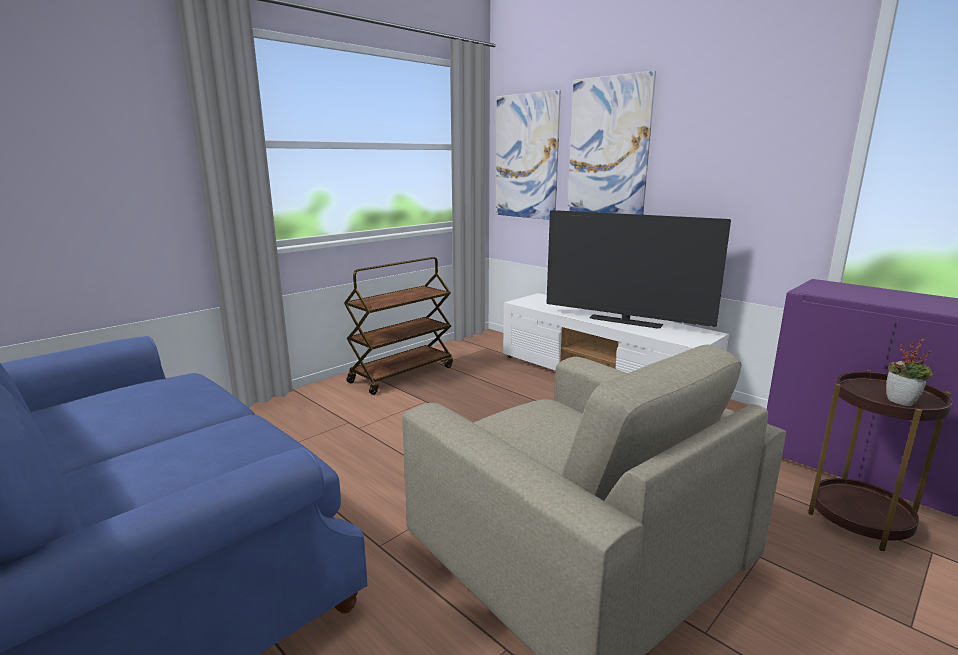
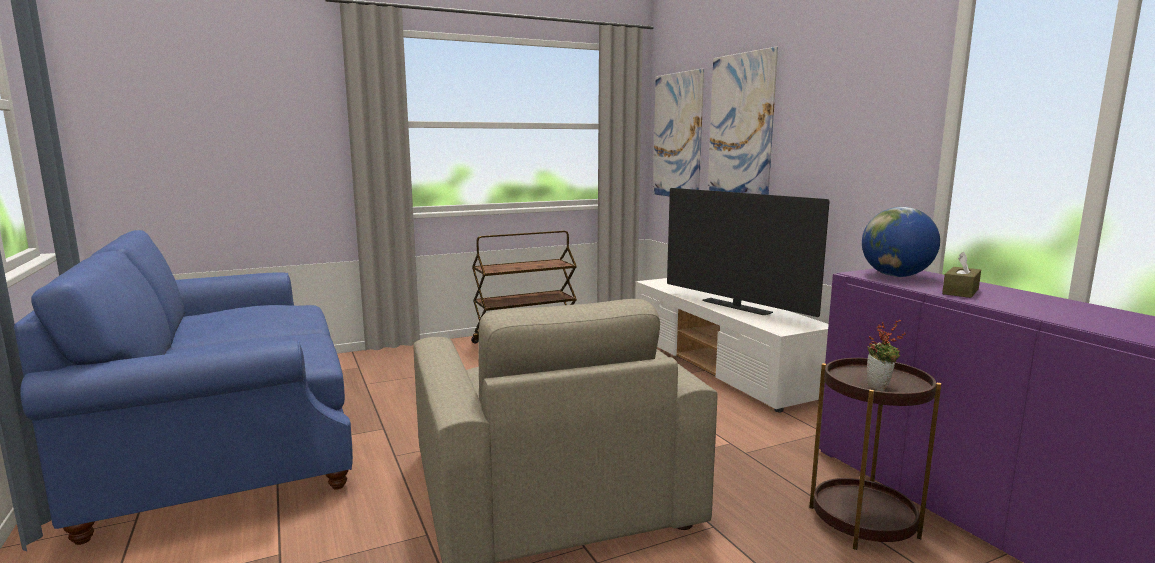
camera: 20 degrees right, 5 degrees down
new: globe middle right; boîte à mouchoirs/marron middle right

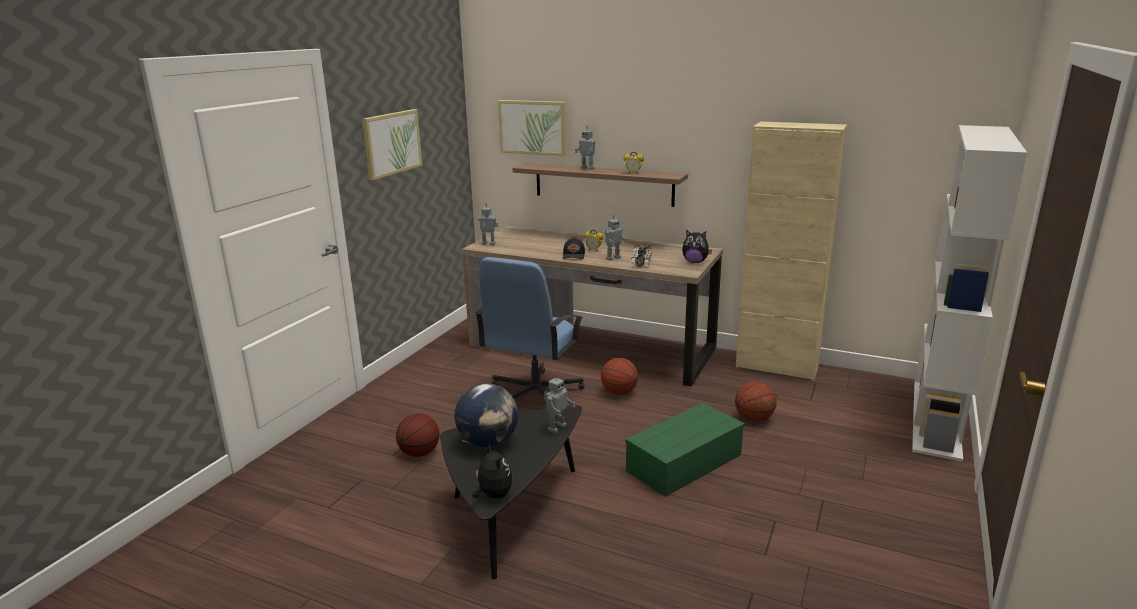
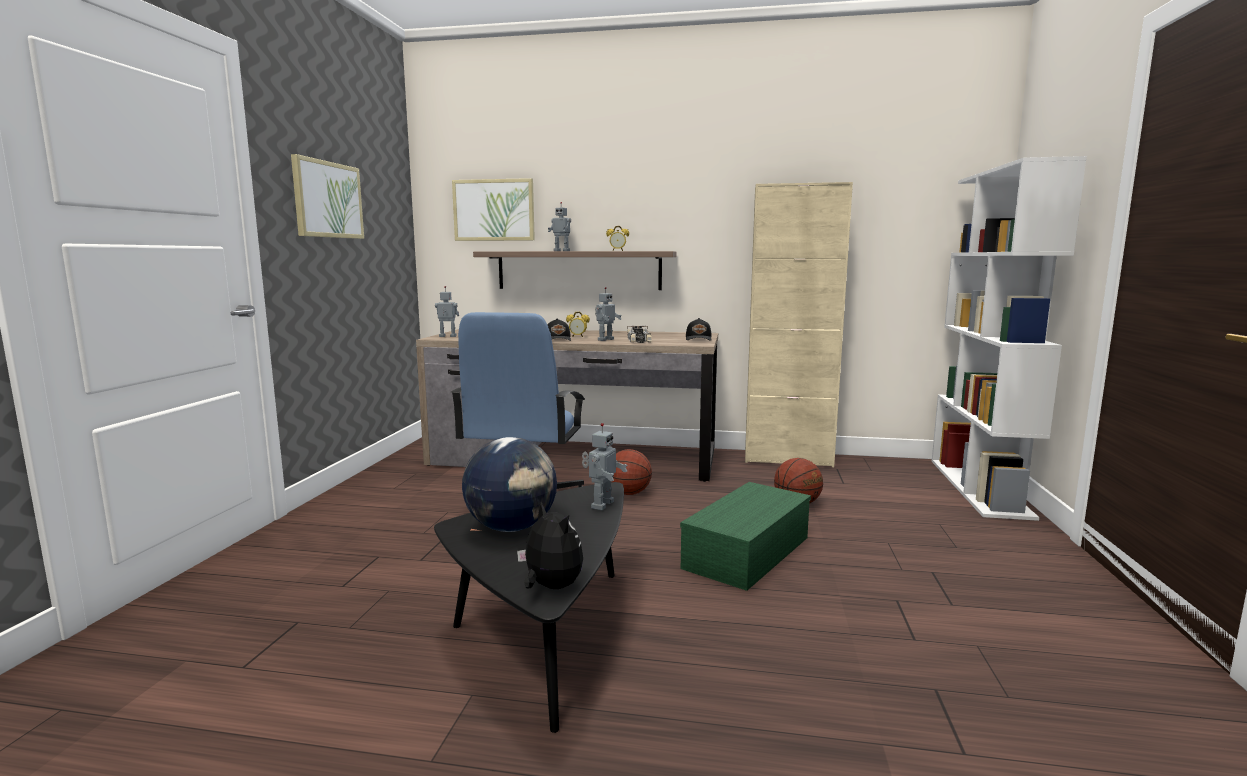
camera: 15 degrees left, 10 degrees down
gone: ballon de basket (no. 1 from left) bottom centre
swapped: peluche (no. 2 from left) centre to casquette/noir (no. 2 from left) centre

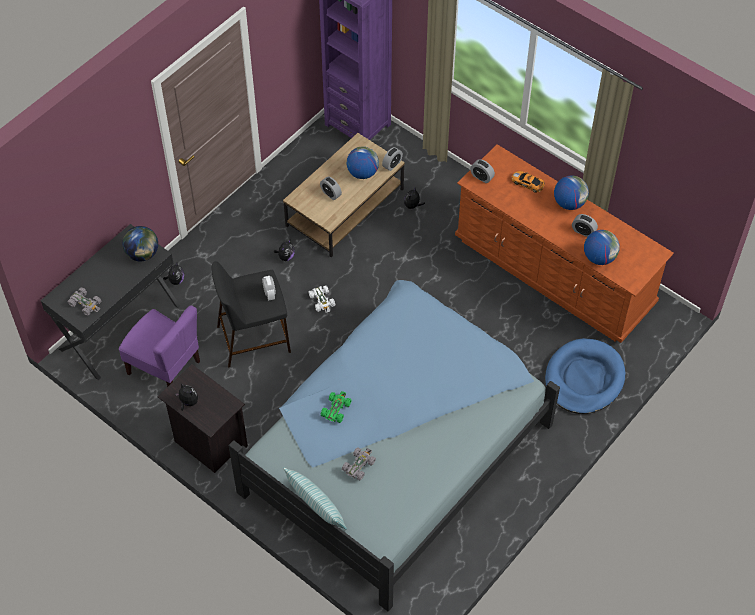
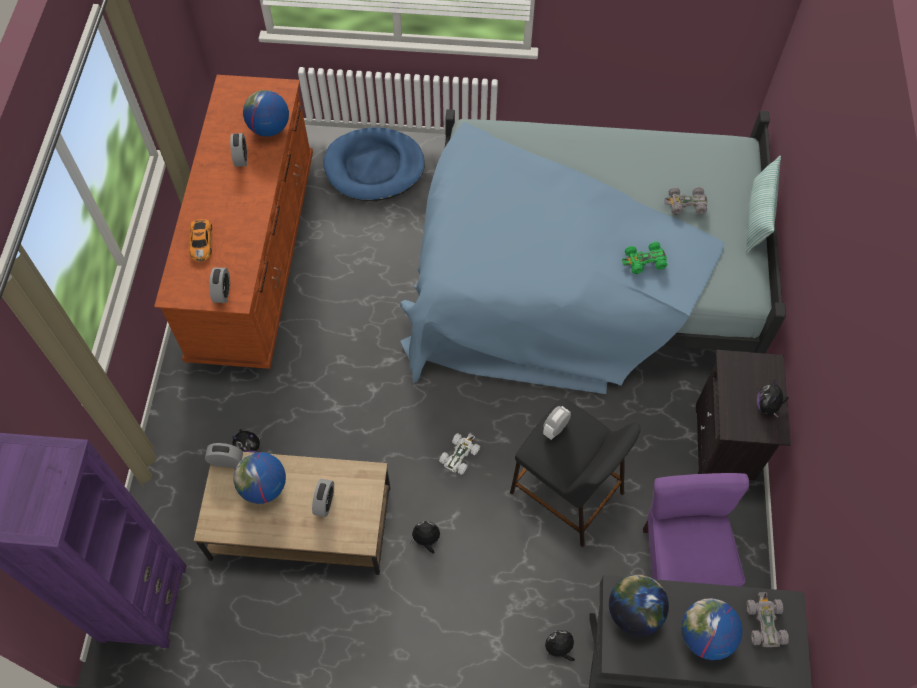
camera: 125 degrees left, 5 degrees up
shifted: globe (no. 3 from left in the first image) top right to globe (no. 4 from left) bottom right

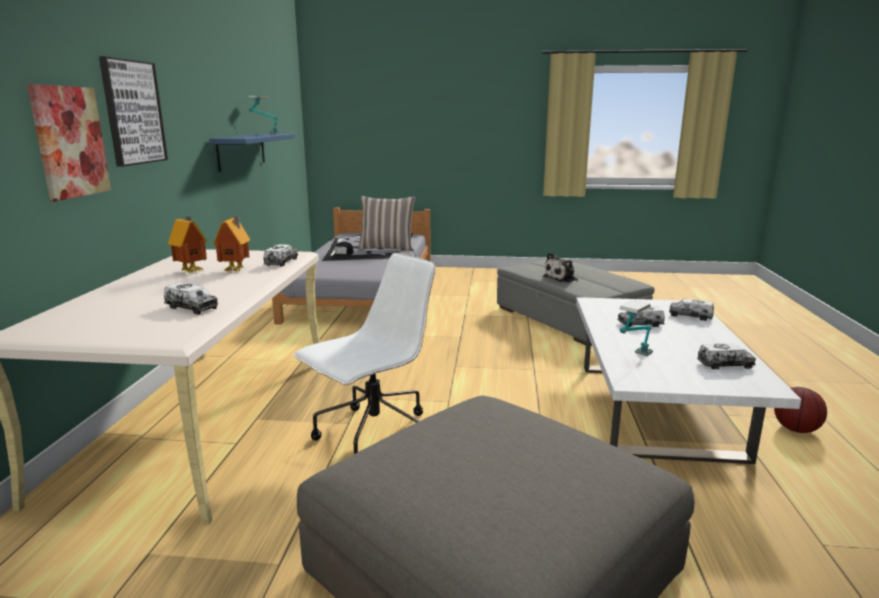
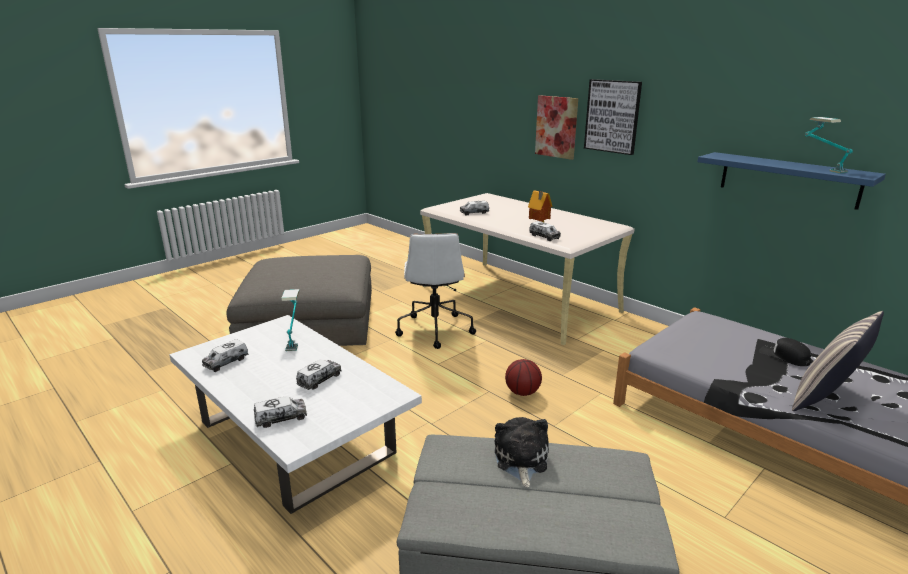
camera: 130 degrees right, 5 degrees up
gone: maison miniature (no. 1 from left) middle left
shifted: ballon de basket bottom right to centre

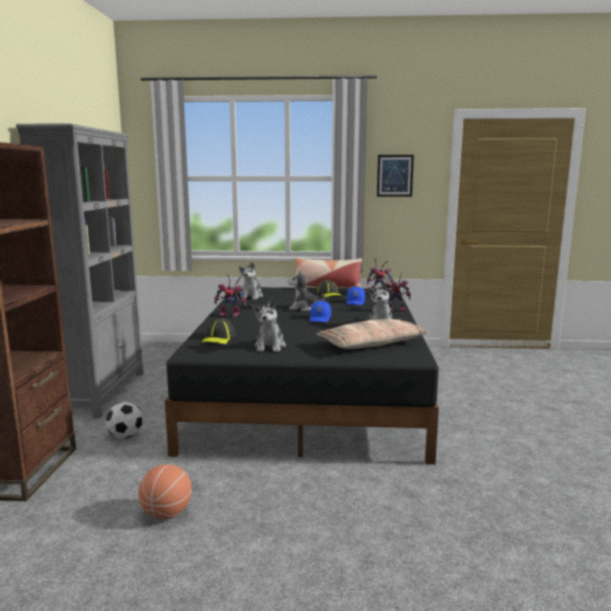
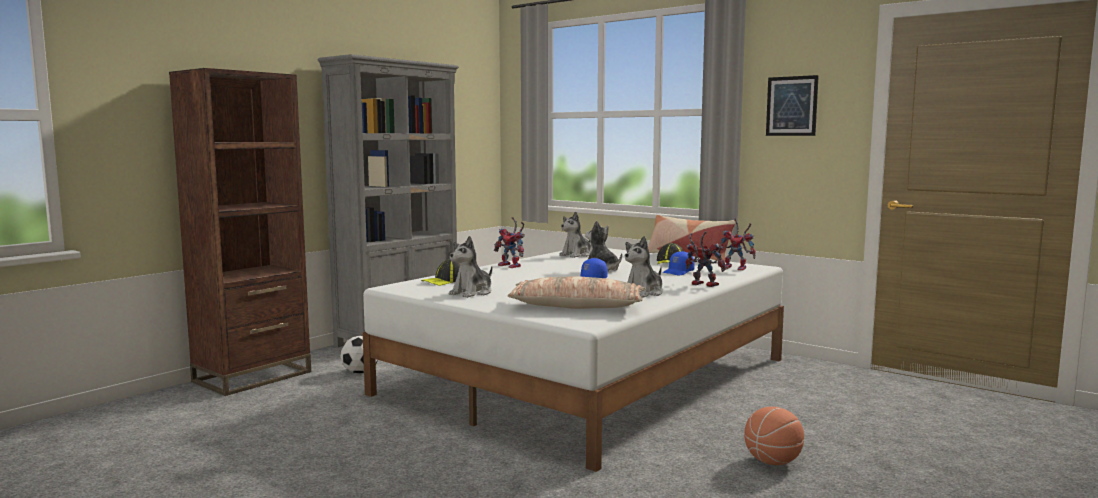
camera: 35 degrees right, 5 degrees down
shifted: ballon de basket bottom left to bottom right
repainted: lit/noir centre to lit/blanc bottom centre

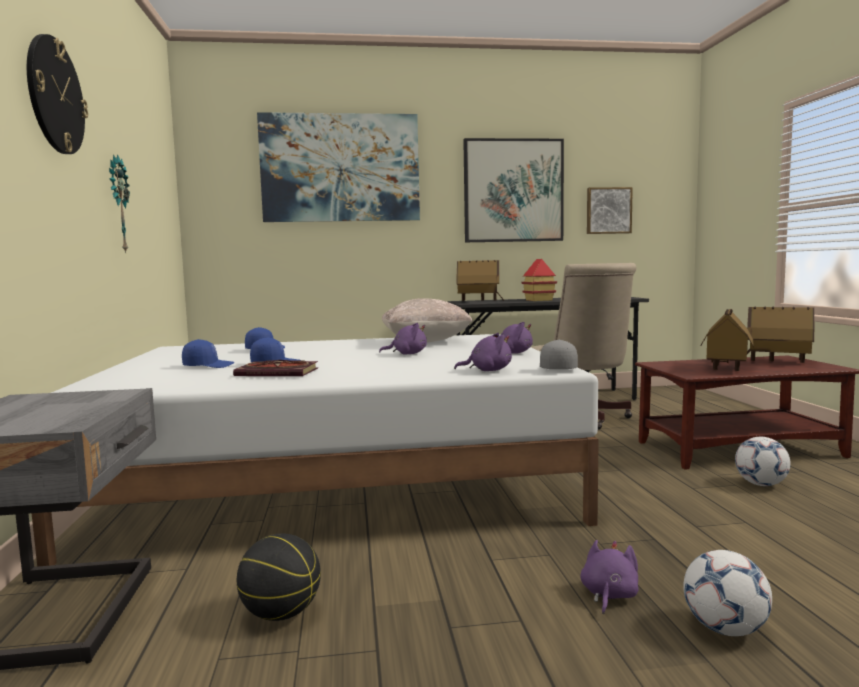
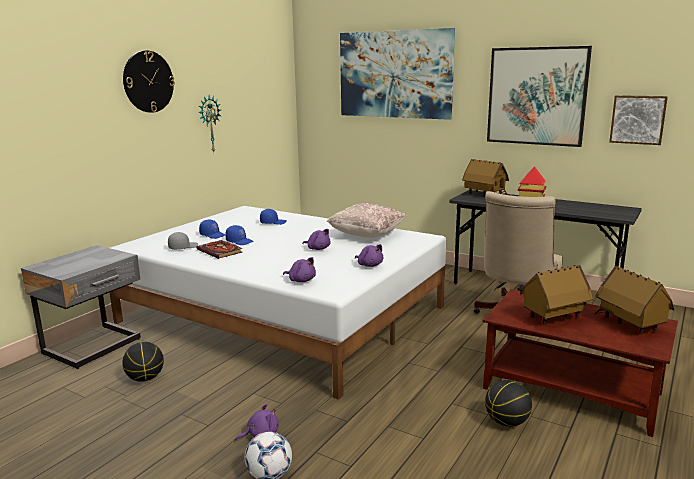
camera: 40 degrees right, 10 degrees up
shifted: casquette/gris centre to middle left
swapped: ballon de foot (no. 2 from left) bottom right to ballon de basket (no. 2 from left) bottom right

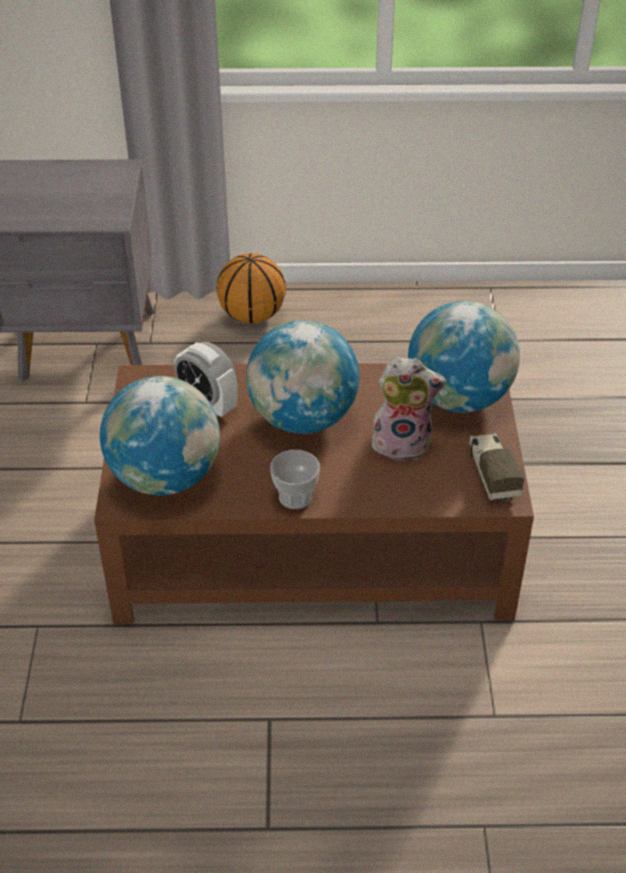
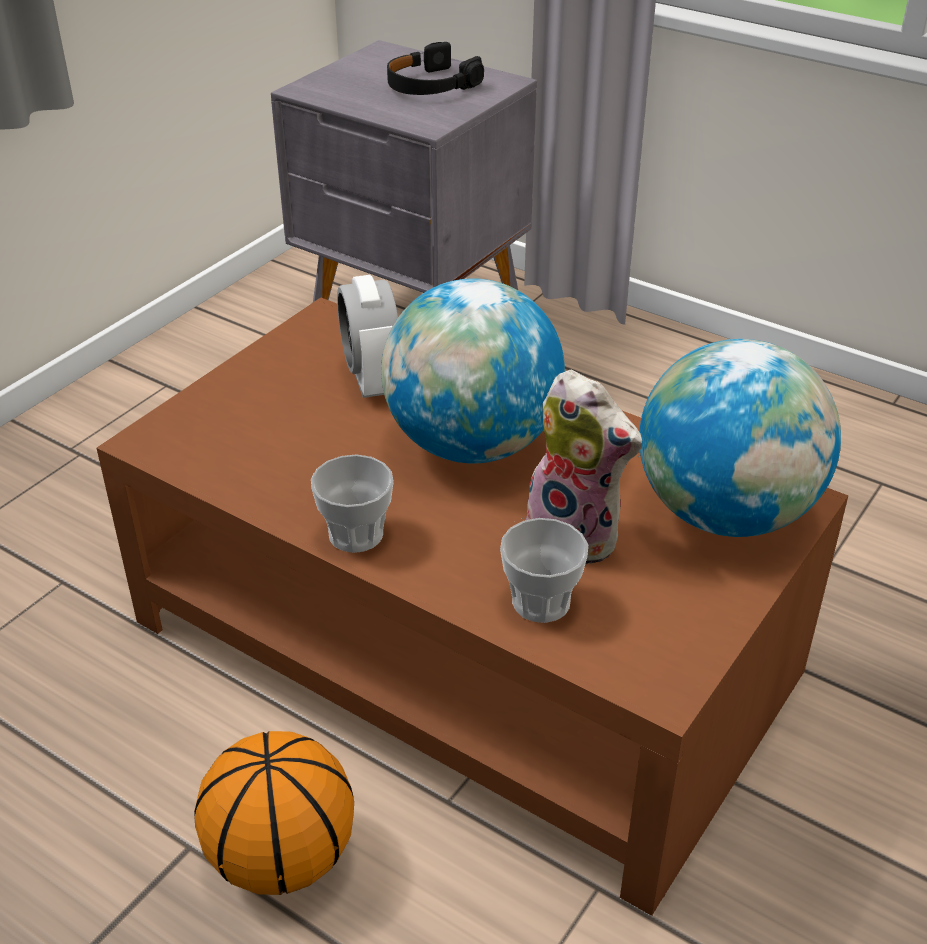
camera: 35 degrees right, 5 degrees down
gone: globe (no. 1 from left) middle left; camion jouet middle right
new: casque audio/noir top centre; tasse (no. 2 from left) centre
shifted: ballon de basket top centre to bottom left

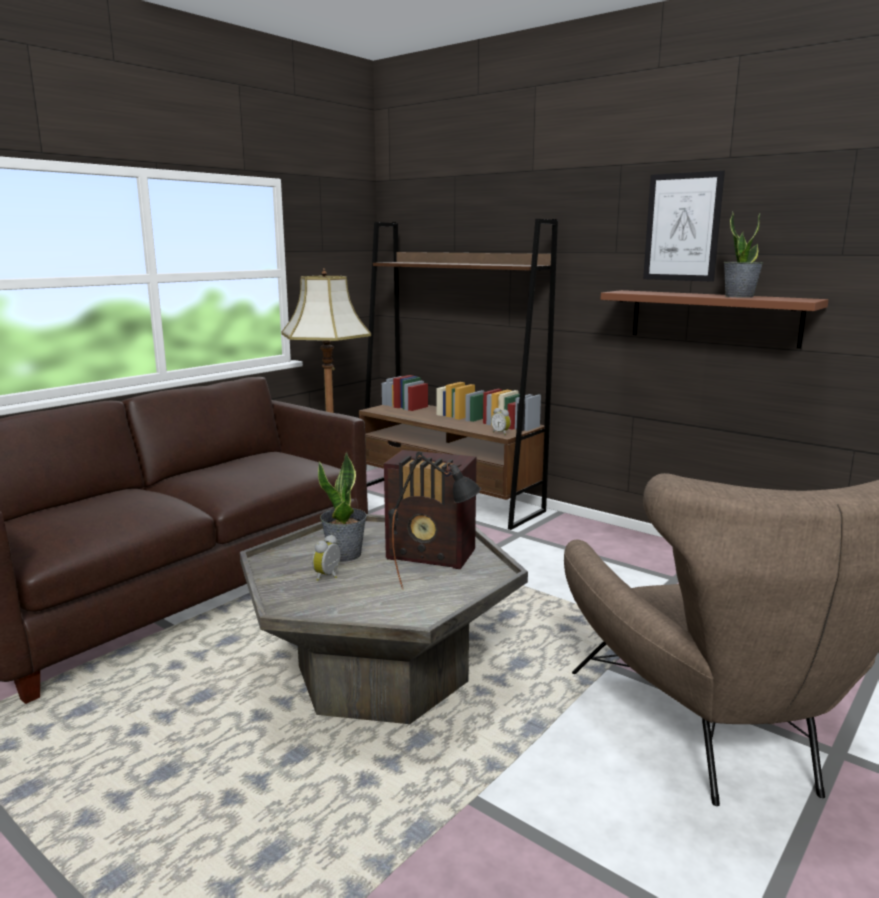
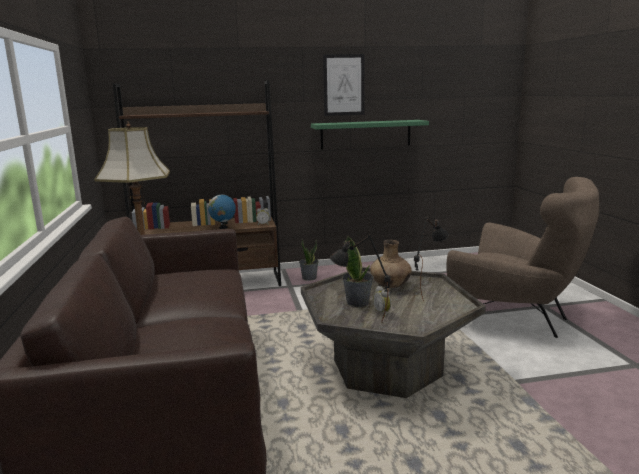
camera: 50 degrees left, 0 degrees up
new: globe centre; lampe de table/noir (no. 1 from left) centre
shifted: plante en pot (no. 2 from left in the first image) top right to plante en pot (no. 1 from left) centre
swapped: radio centre to vase/marron centre
repainted: étagère/marron middle right to étagère/vert top centre

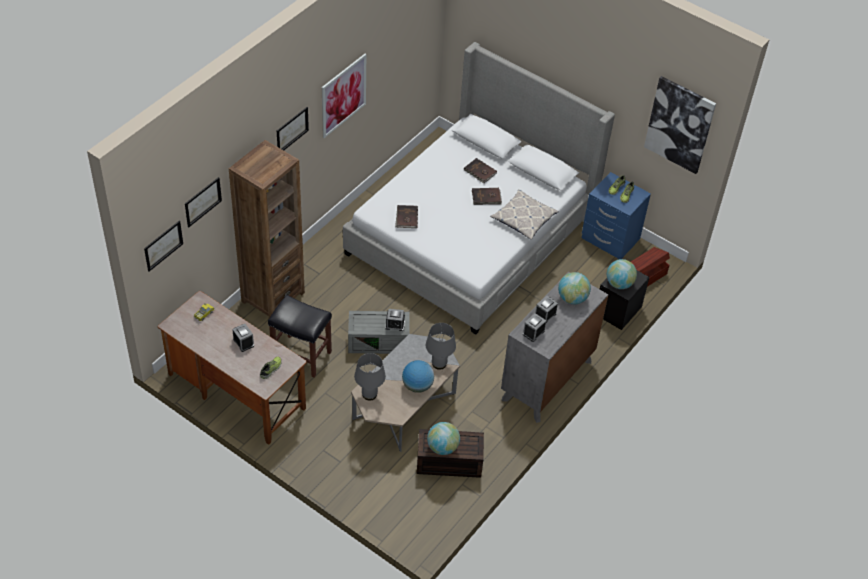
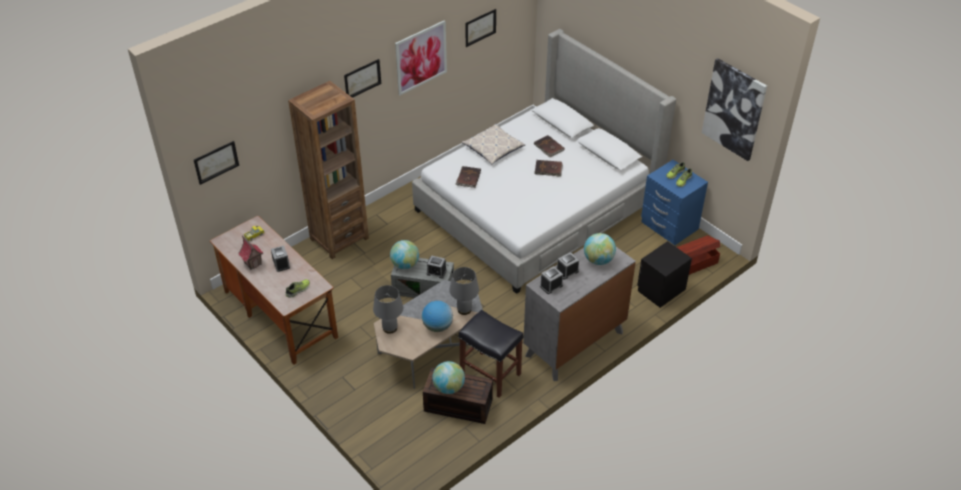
camera: 15 degrees right, 5 degrees down
new: maison miniature middle left
shifted: tableau (no. 2 from left in the first image) middle left to tableau (no. 4 from left) top centre; tabouret/noir centre to bottom centre; coussin centre to top centre; globe (no. 4 from left in the first image) middle right to globe (no. 1 from left) centre

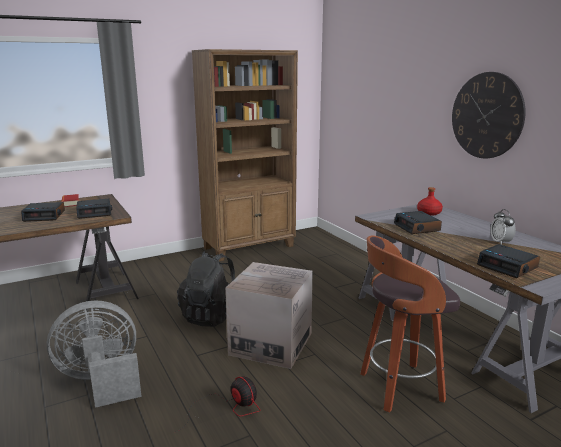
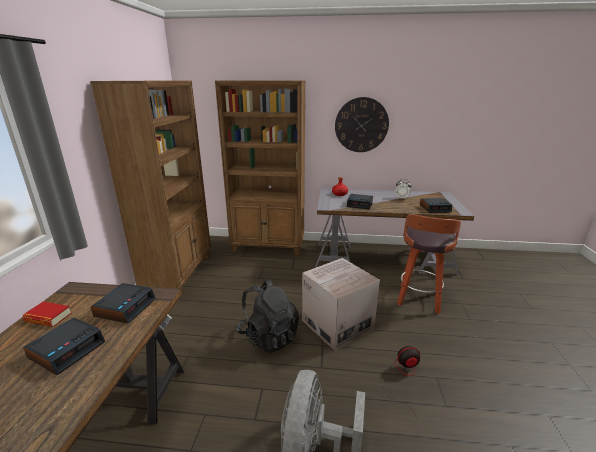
camera: 55 degrees left, 5 degrees up
new: bibliothèque/marron (no. 2 from left) centre

